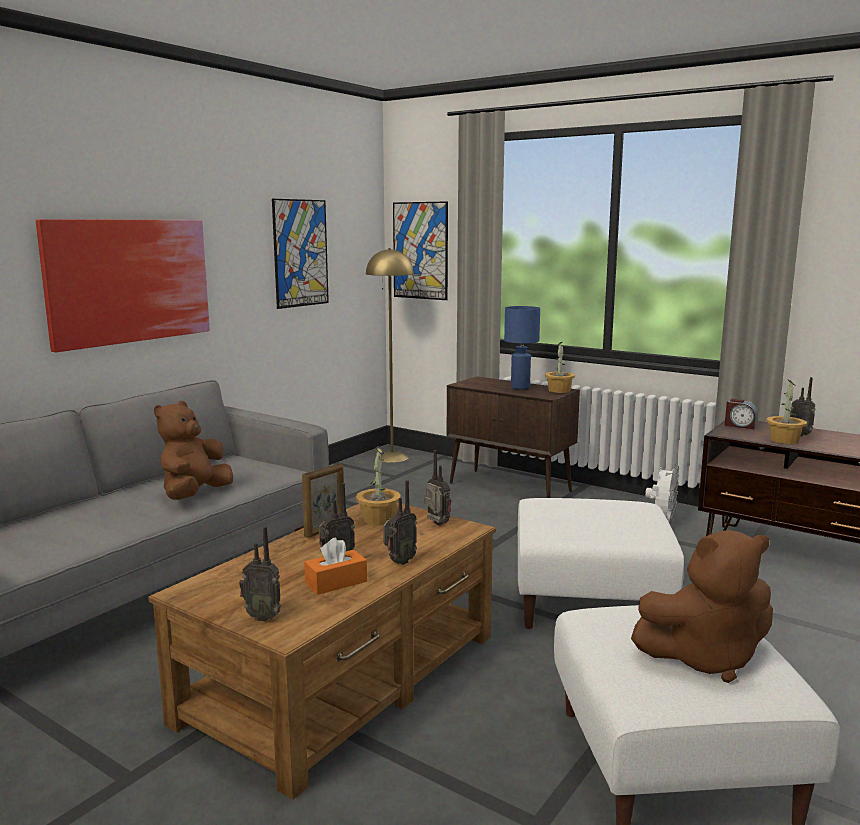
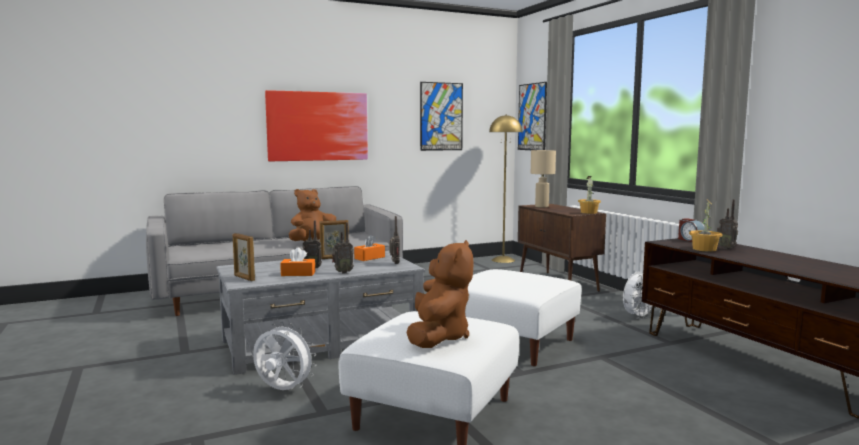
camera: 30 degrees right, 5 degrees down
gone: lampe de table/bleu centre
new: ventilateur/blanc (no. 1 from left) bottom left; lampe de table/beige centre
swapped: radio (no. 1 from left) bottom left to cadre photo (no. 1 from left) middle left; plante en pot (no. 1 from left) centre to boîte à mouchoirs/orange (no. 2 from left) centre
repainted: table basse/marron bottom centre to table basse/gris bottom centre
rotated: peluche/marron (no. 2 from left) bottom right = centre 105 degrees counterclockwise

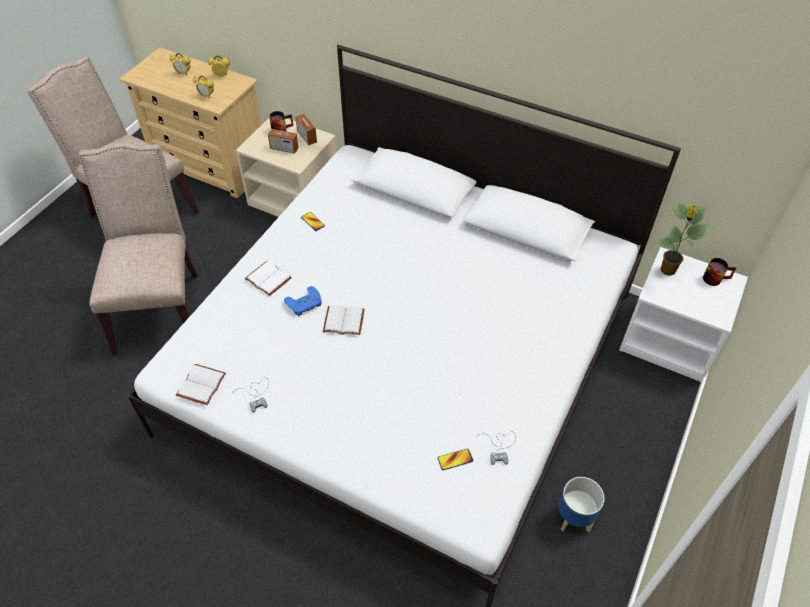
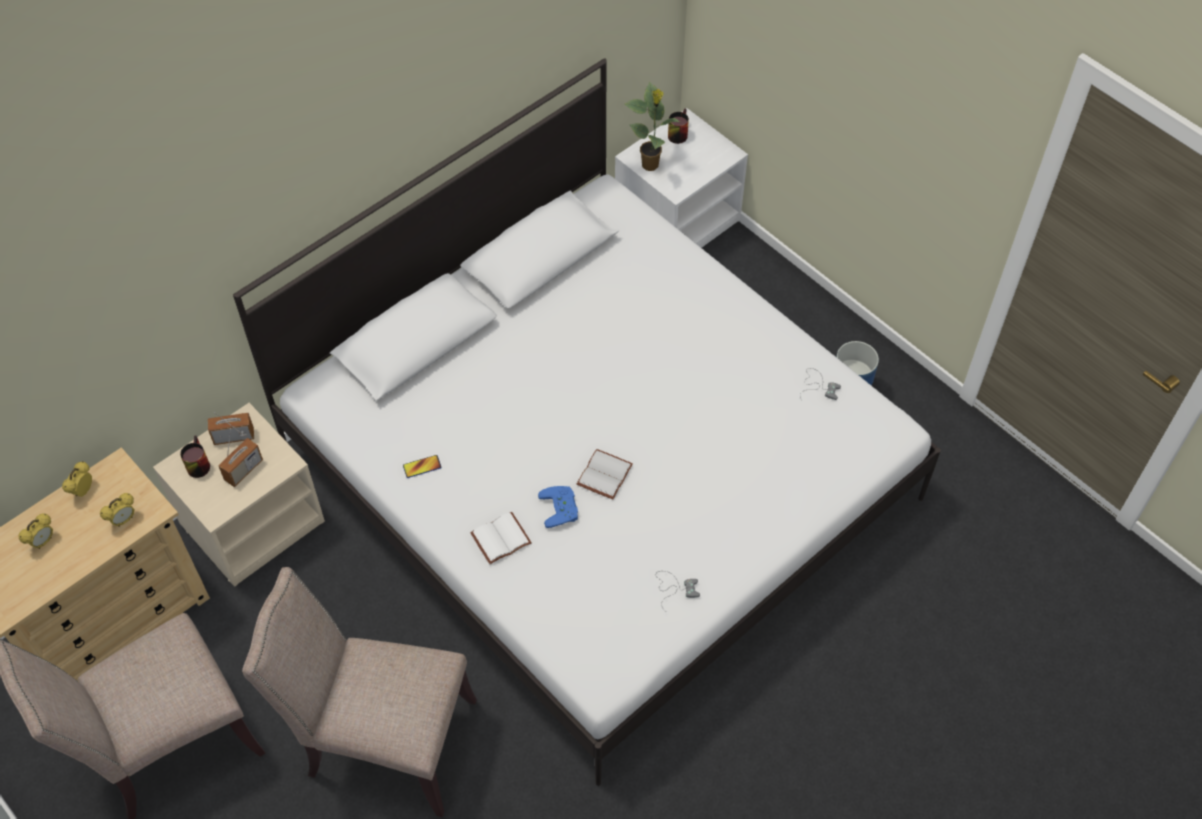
camera: 70 degrees left, 5 degrees up
gone: livre/blanc (no. 1 from left) middle left; téléphone (no. 2 from left) bottom centre

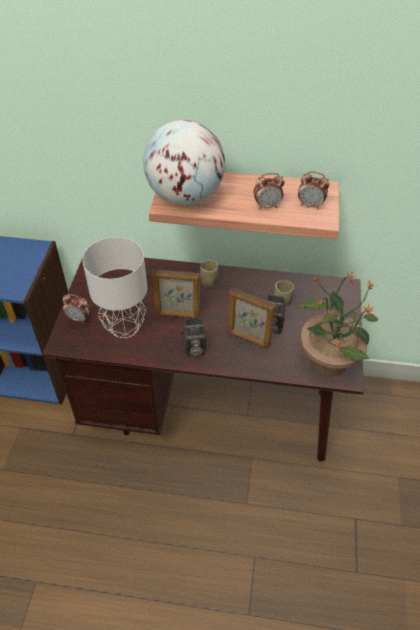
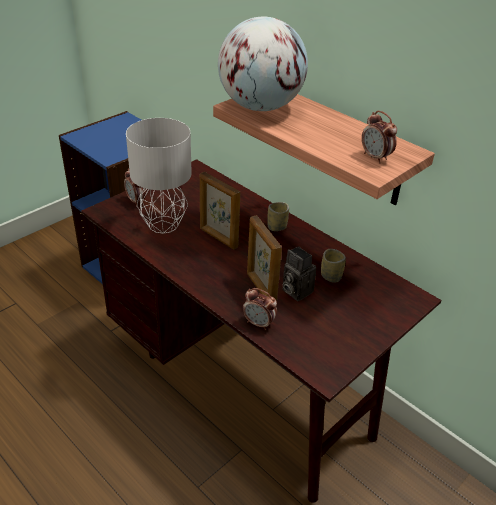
camera: 35 degrees right, 10 degrees down
gone: appareil photo (no. 1 from left) centre; plante en pot middle right
shifted: réveil (no. 2 from left) top centre to centre

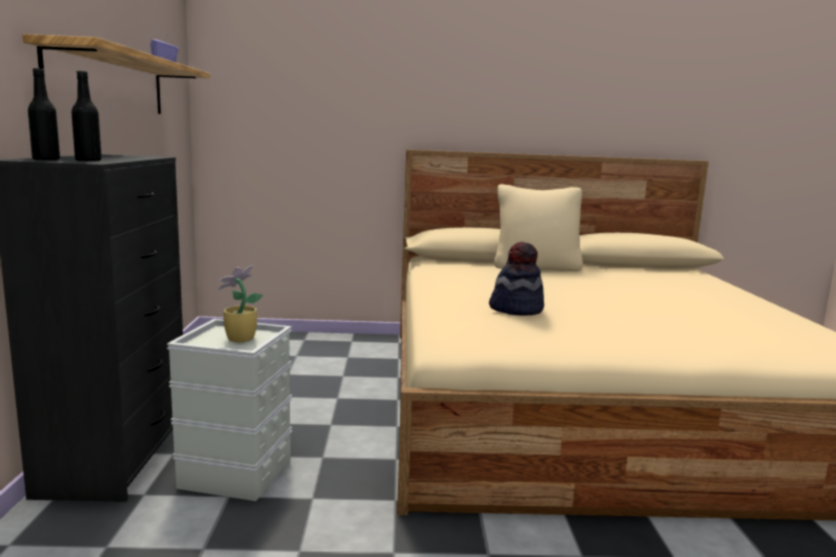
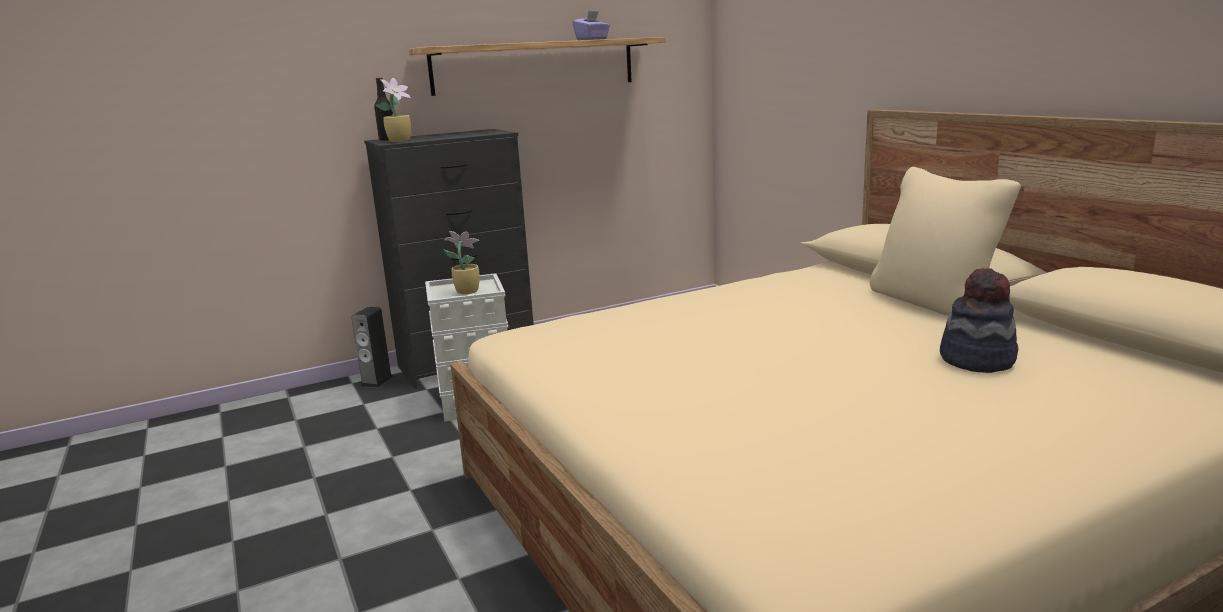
camera: 65 degrees right, 5 degrees up
new: enceinte middle left
shifted: chapeau centre to middle right
swapped: bouteille/noir (no. 2 from left) top left to plante en pot (no. 1 from left) top left

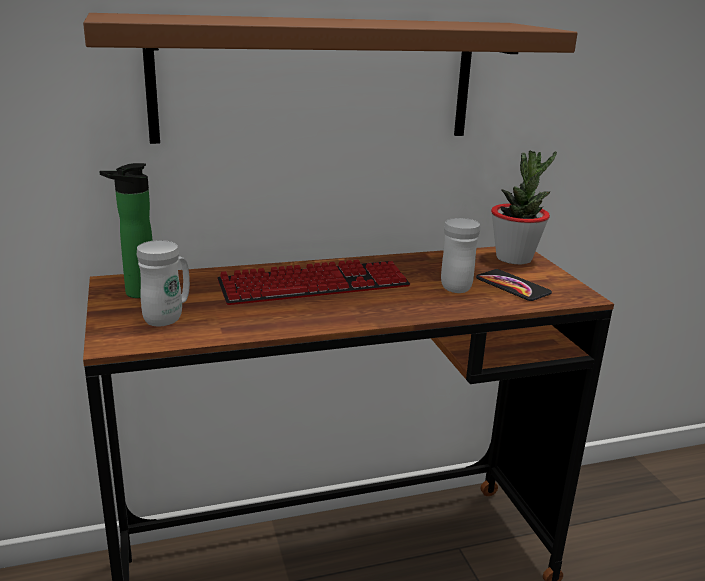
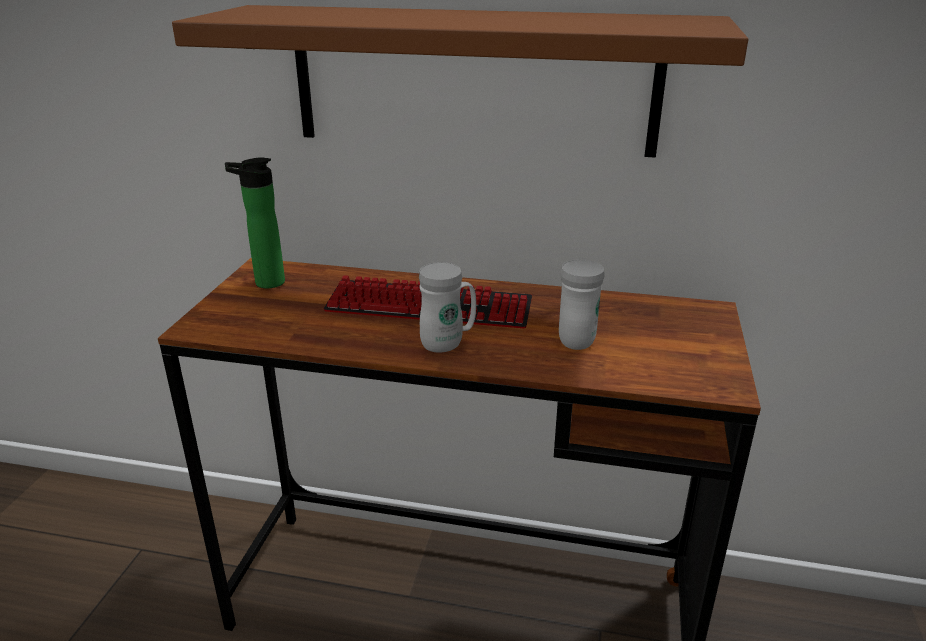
camera: 30 degrees right, 5 degrees up
gone: téléphone middle right; plante en pot middle right
shifted: mug/blanc (no. 1 from left) middle left to centre

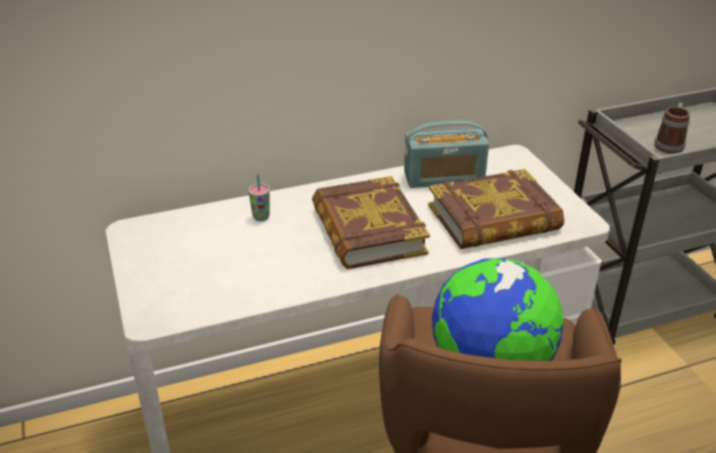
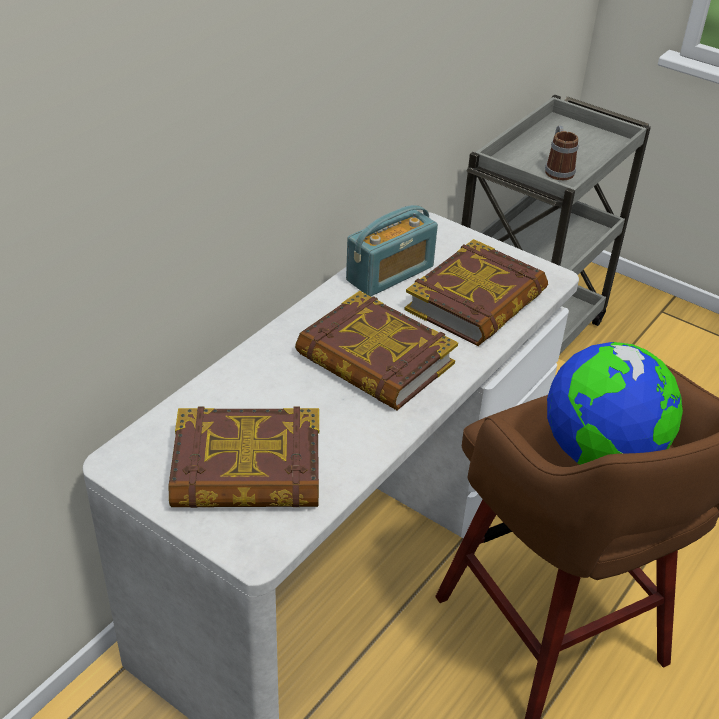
camera: 35 degrees left, 5 degrees up
gone: tasse centre
new: livre (no. 1 from left) centre

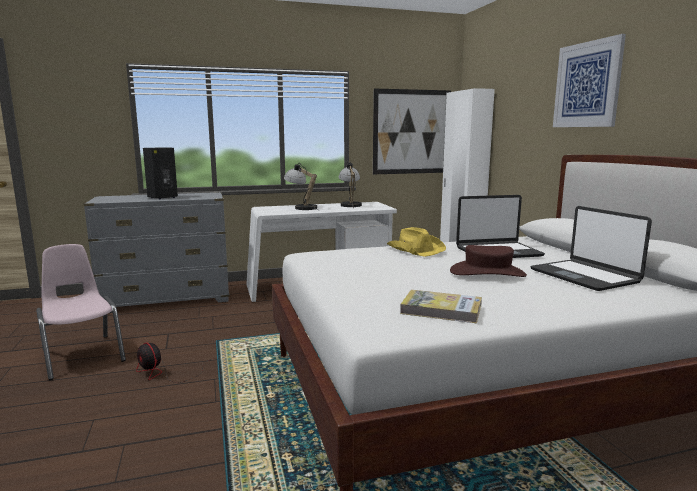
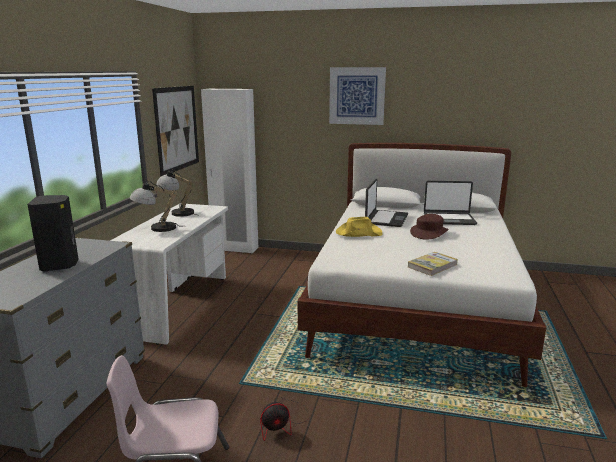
camera: 60 degrees left, 5 degrees up
shifted: livre centre to middle right

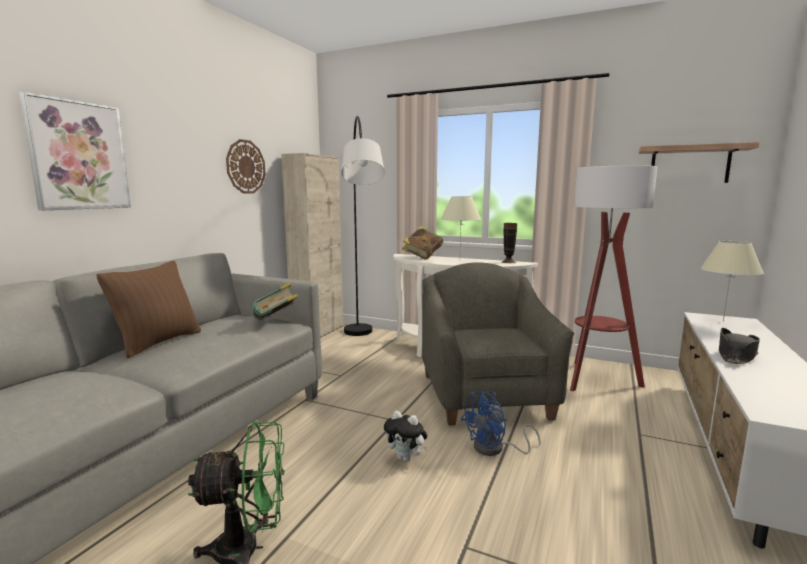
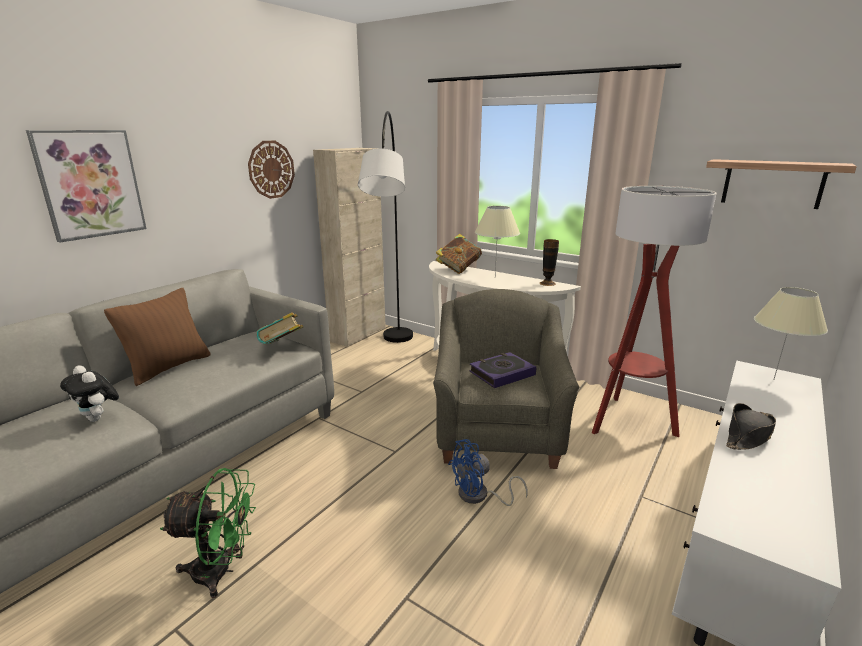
camera: 10 degrees right, 10 degrees up
new: livre (no. 3 from left) centre
shifted: peluche bottom centre to middle left

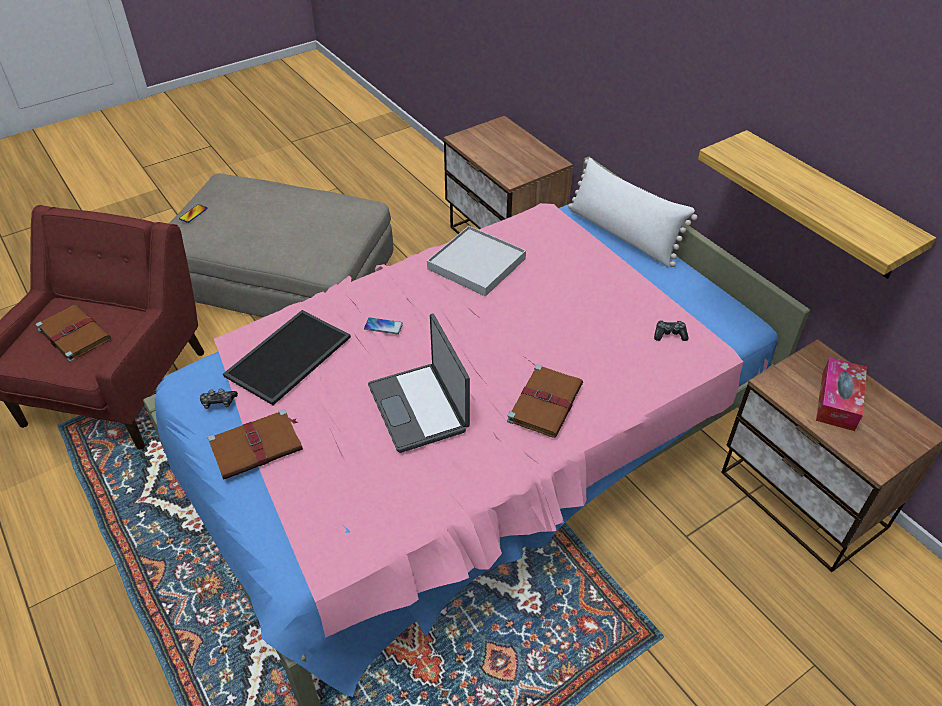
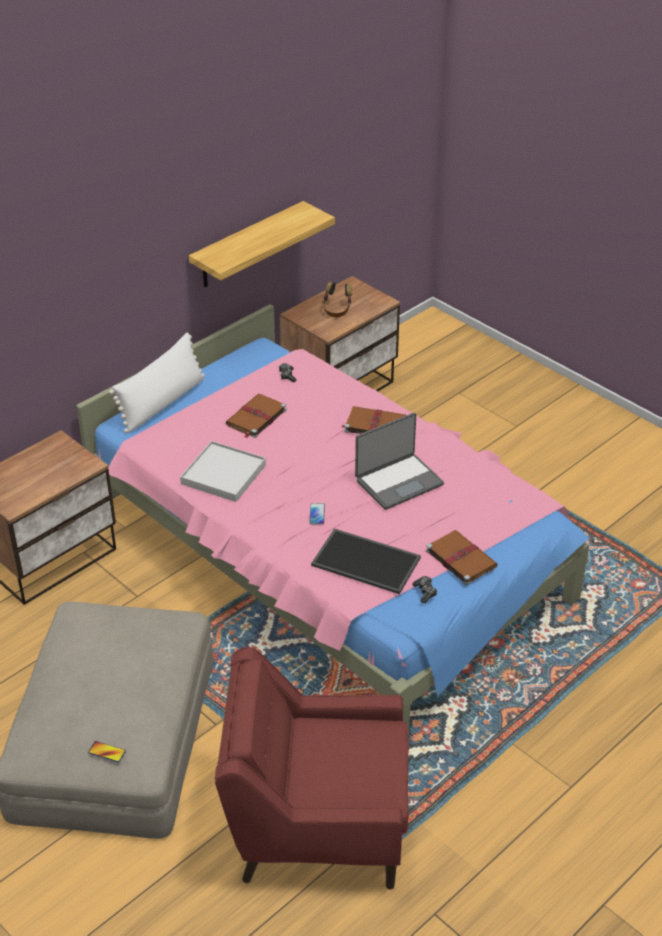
camera: 100 degrees left, 5 degrees down
shifted: livre/marron (no. 1 from left) middle left to centre
swapped: boîte à mouchoirs middle right to casque audio top centre

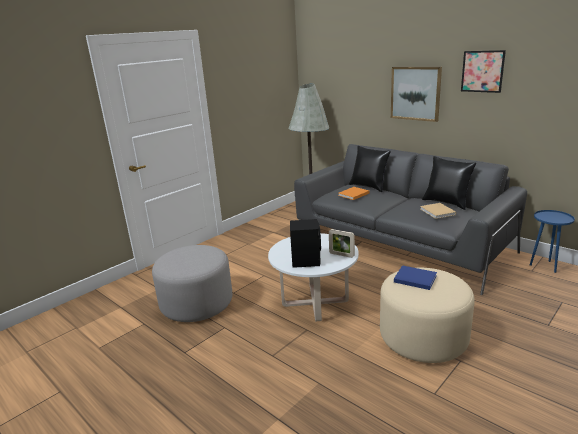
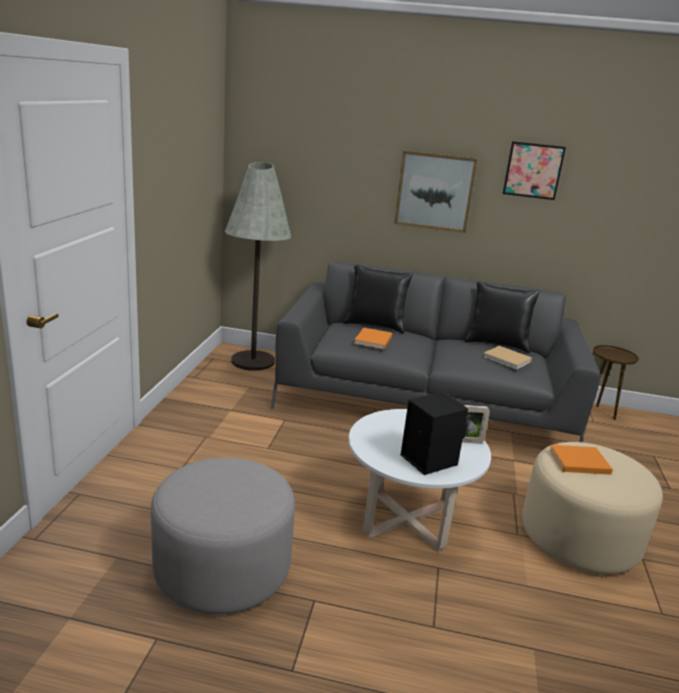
camera: 35 degrees left, 0 degrees up
repainted: livre/bleu middle right to livre/orange (no. 2 from left) middle right; table d'appoint/bleu middle right to table d'appoint/marron middle right

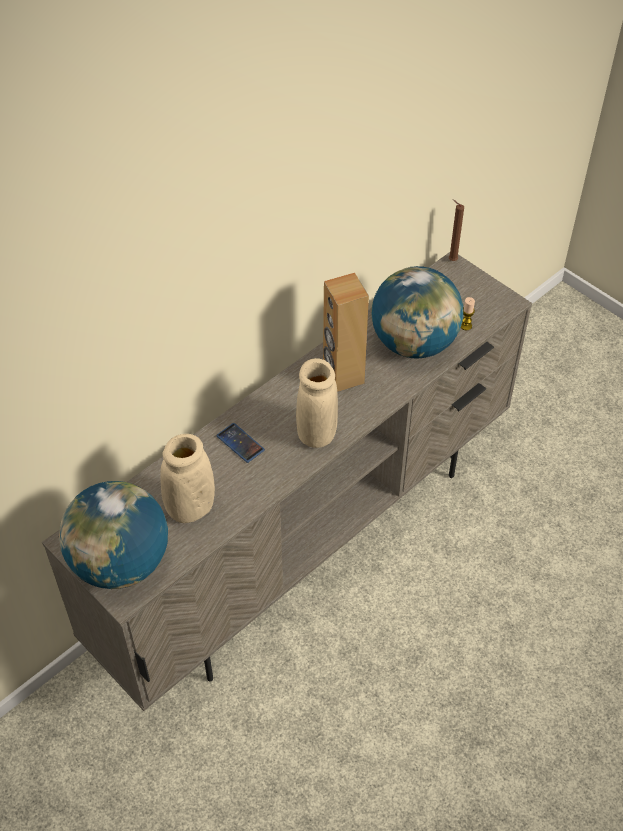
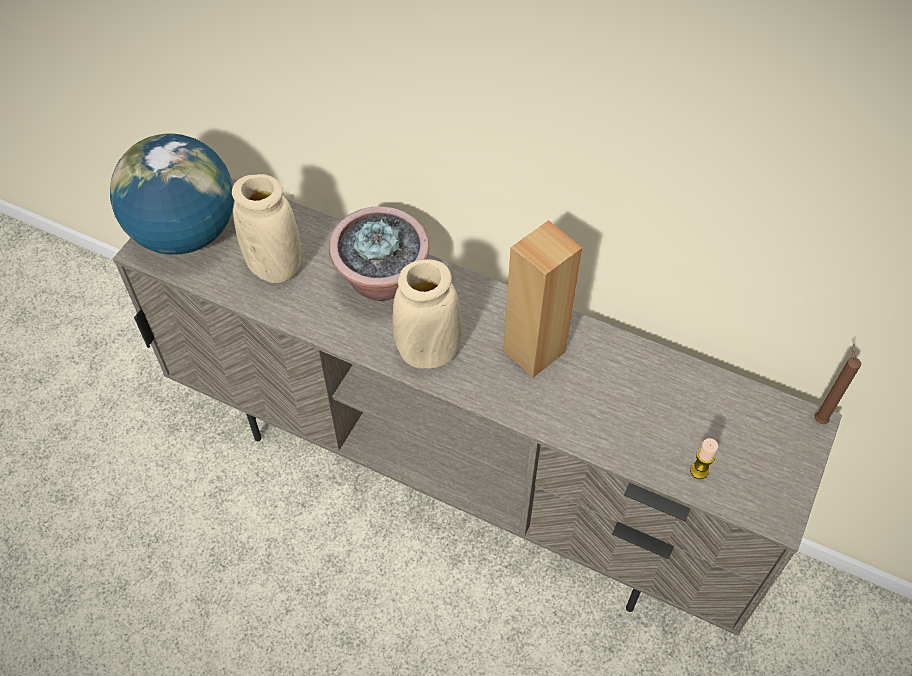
camera: 70 degrees right, 5 degrees up
gone: globe (no. 2 from left) middle right
swapped: téléphone centre to plante en pot centre

